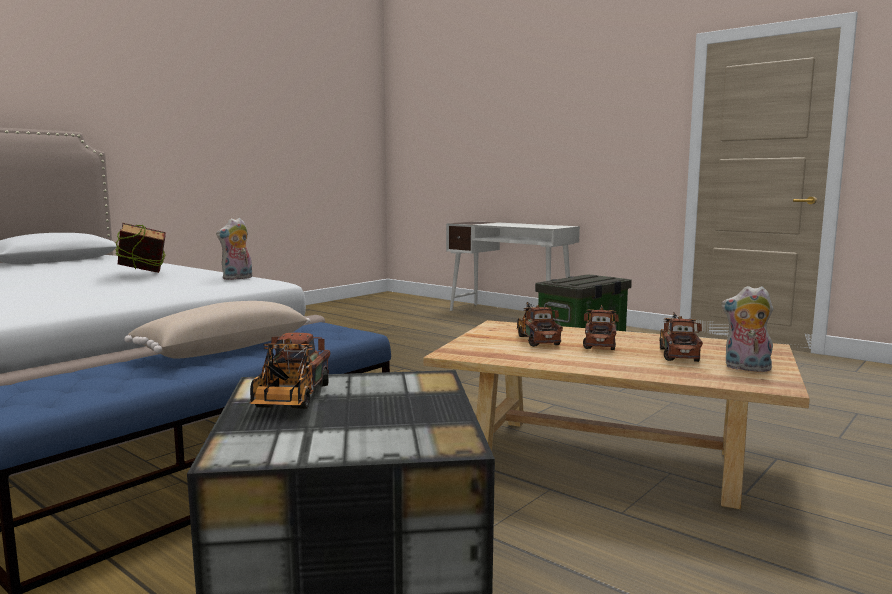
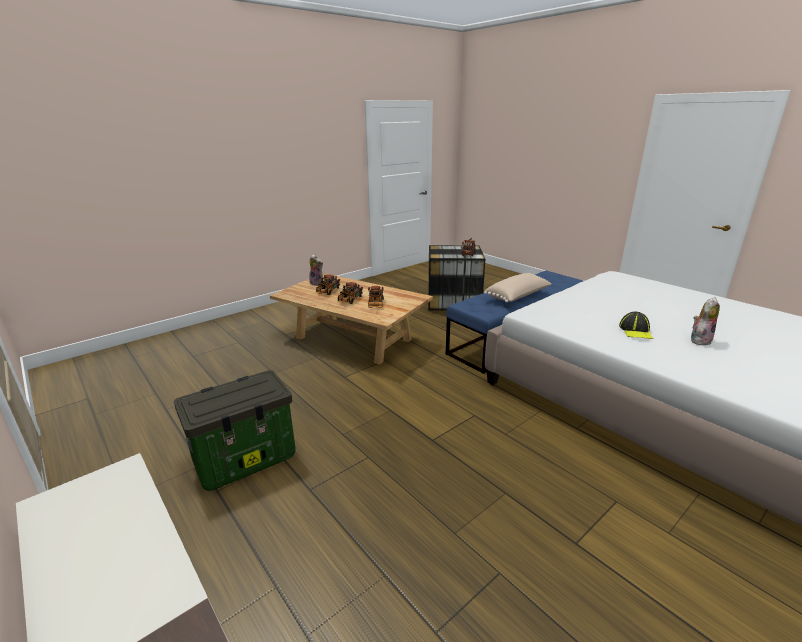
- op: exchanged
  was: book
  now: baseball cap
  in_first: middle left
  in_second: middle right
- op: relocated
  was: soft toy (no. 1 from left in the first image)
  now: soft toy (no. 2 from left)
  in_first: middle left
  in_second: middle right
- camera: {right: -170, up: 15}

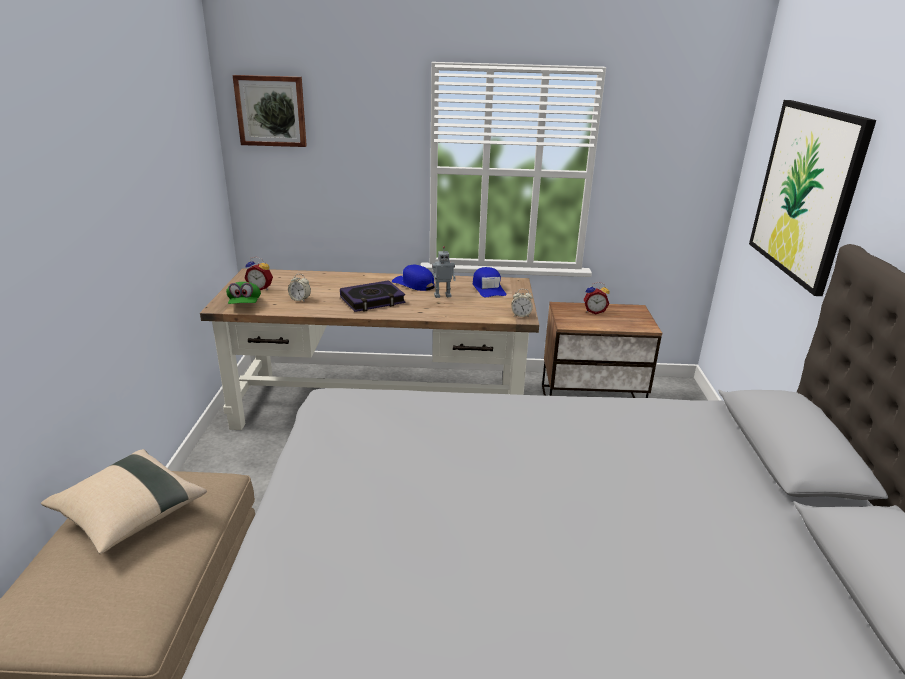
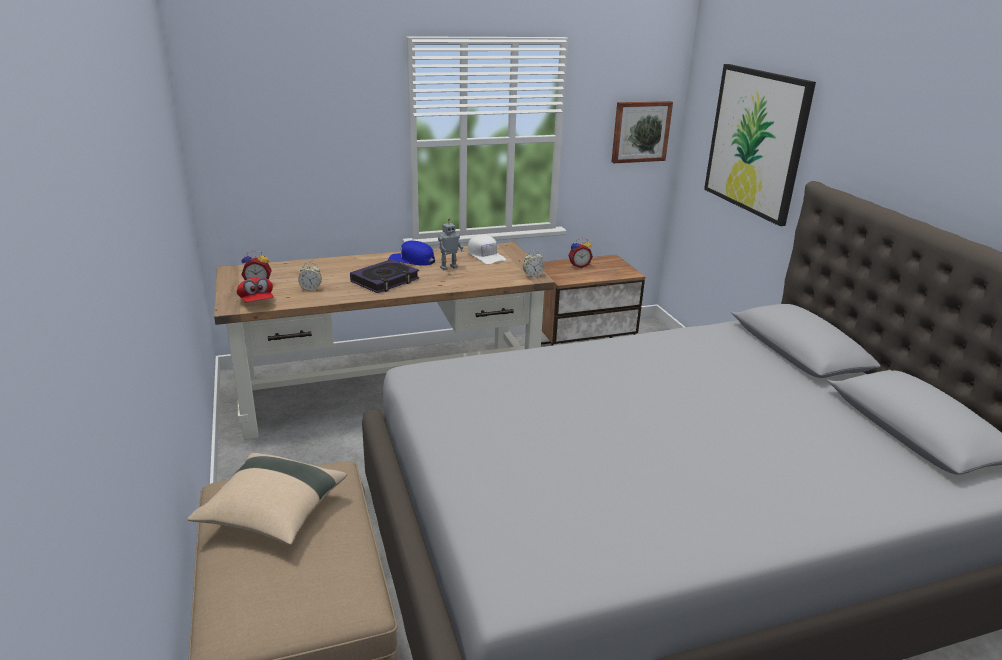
- op: colour
  was: baseball cap/green-coloured
  now: baseball cap/reddish
  in_first: middle left
  in_second: middle left
- op: relocated
  was: wall art (no. 1 from left)
  in_first: top left
  in_second: top centre
- op: colour
  was: baseball cap/blue (no. 2 from left)
  now: baseball cap/white
  in_first: centre
  in_second: centre
- camera: {right: -20, up: 0}

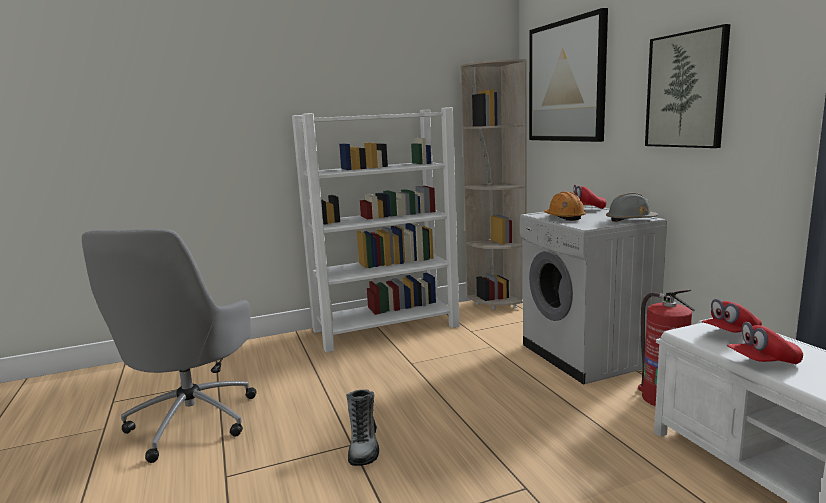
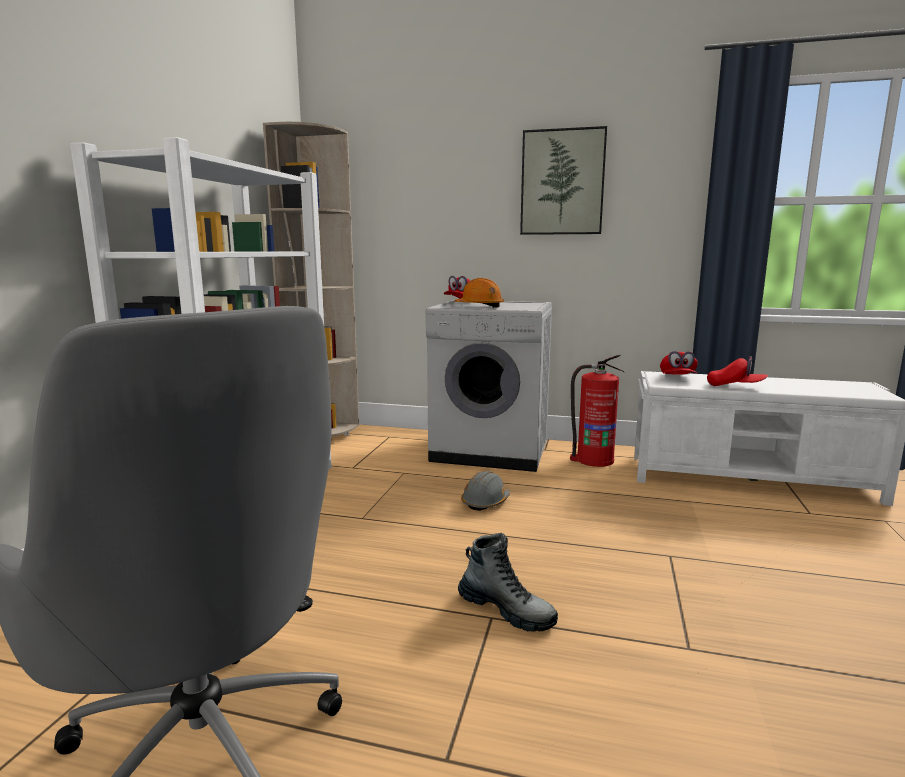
- op: missing
  was: wall art (no. 1 from left)
  in_first: top right
- op: relocated
  was: safety helmet/greyish
  in_first: middle right
  in_second: centre
- op: spun
  was: baseball cap/reddish (no. 3 from left)
  in_first: bottom right
  in_second: middle right
  clockwise: -90
- camera: {right: -55, up: 0}

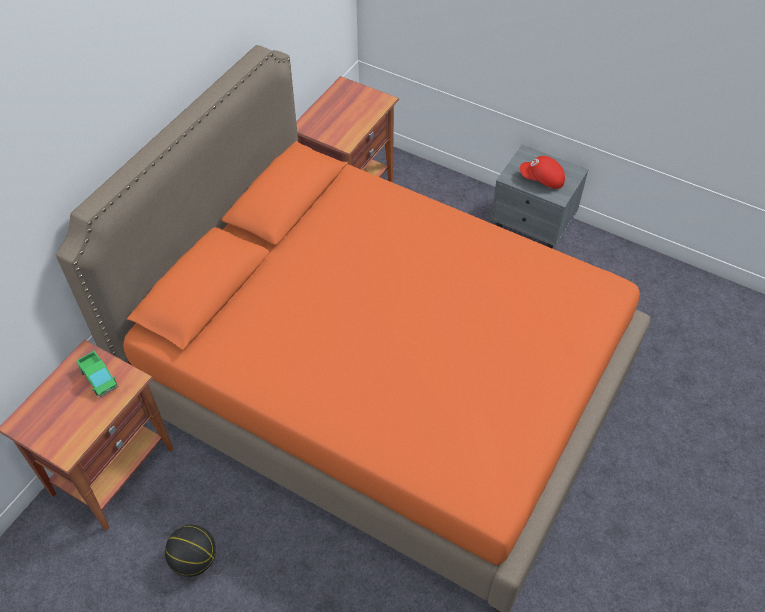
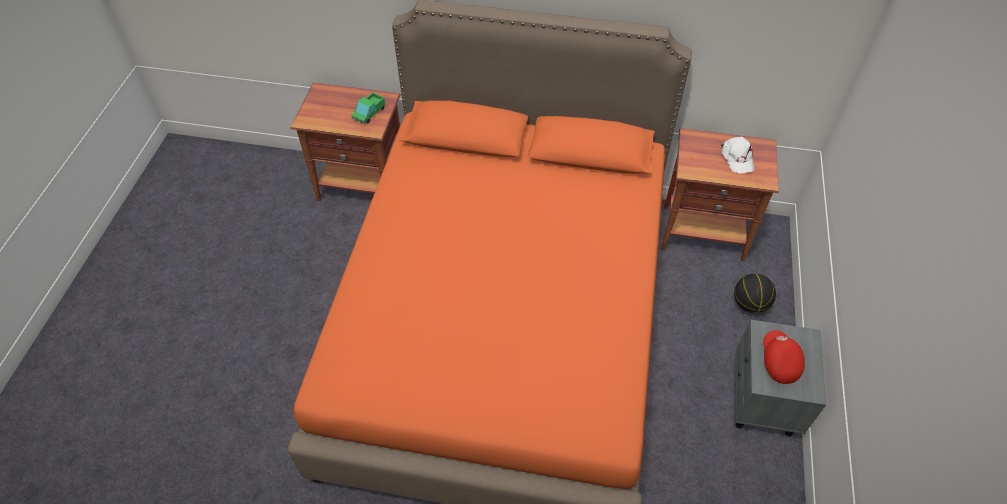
- op: relocated
  was: ball for basketball
  in_first: bottom left
  in_second: middle right
- op: appeared
  now: baseball cap/white
  in_second: top right
- camera: {right: 70, up: 0}

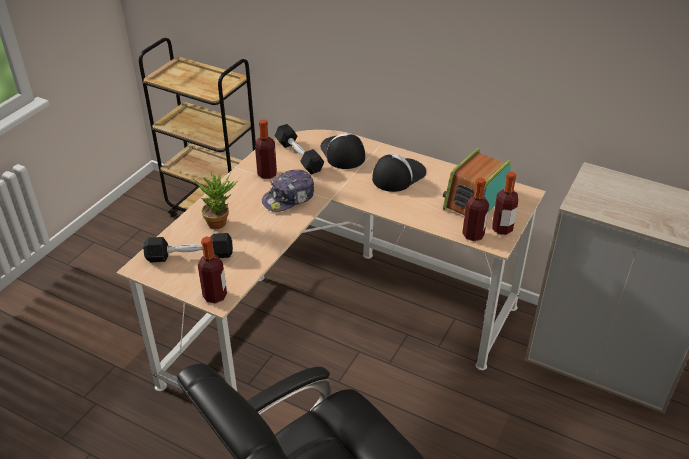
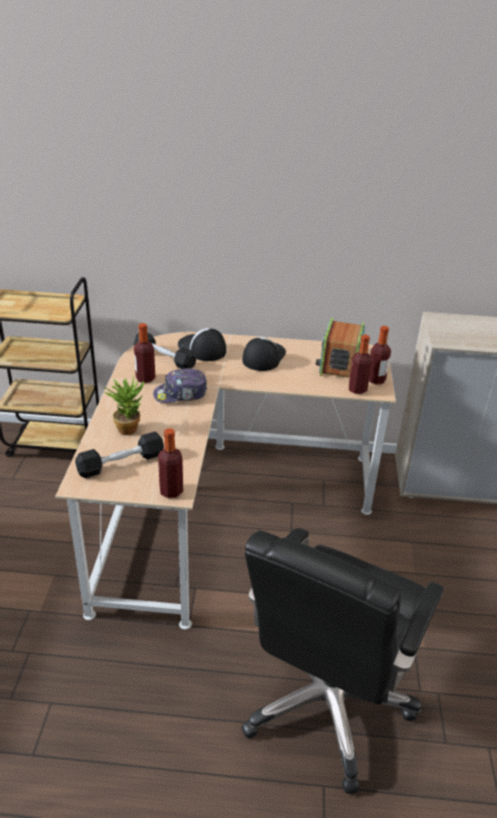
- op: spun
  was: baseball cap (no. 1 from left)
  in_first: centre
  in_second: centre
  clockwise: 45
- camera: {right: -25, up: -5}

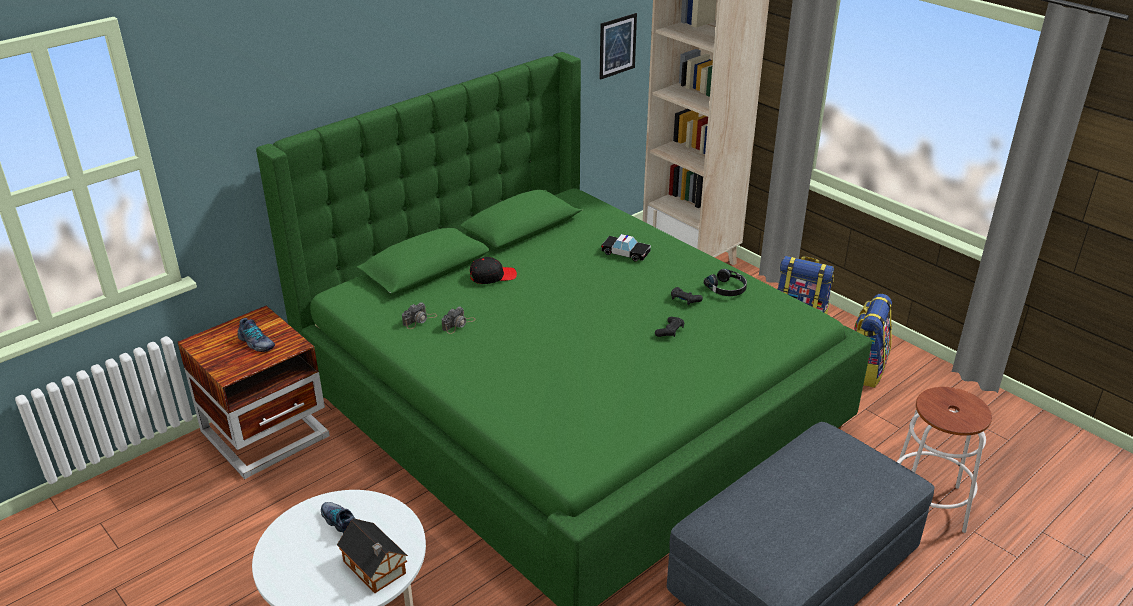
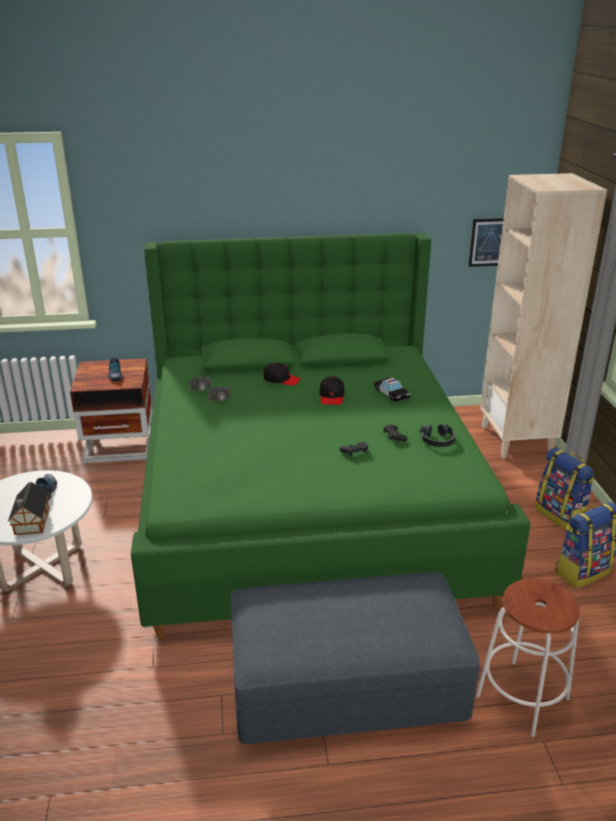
- op: appeared
  now: baseball cap/blackish (no. 2 from left)
  in_second: centre
- camera: {right: 35, up: -5}

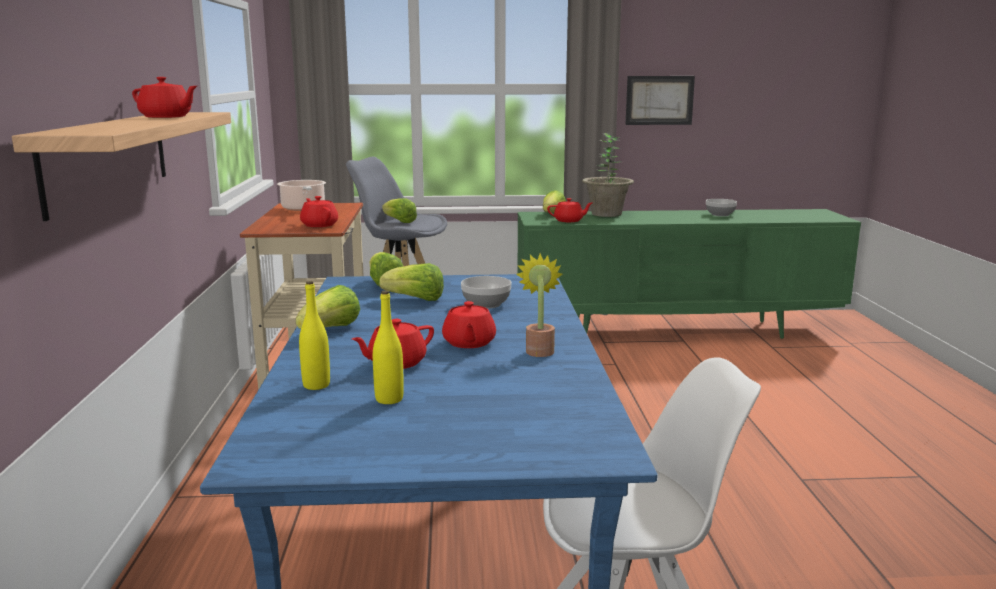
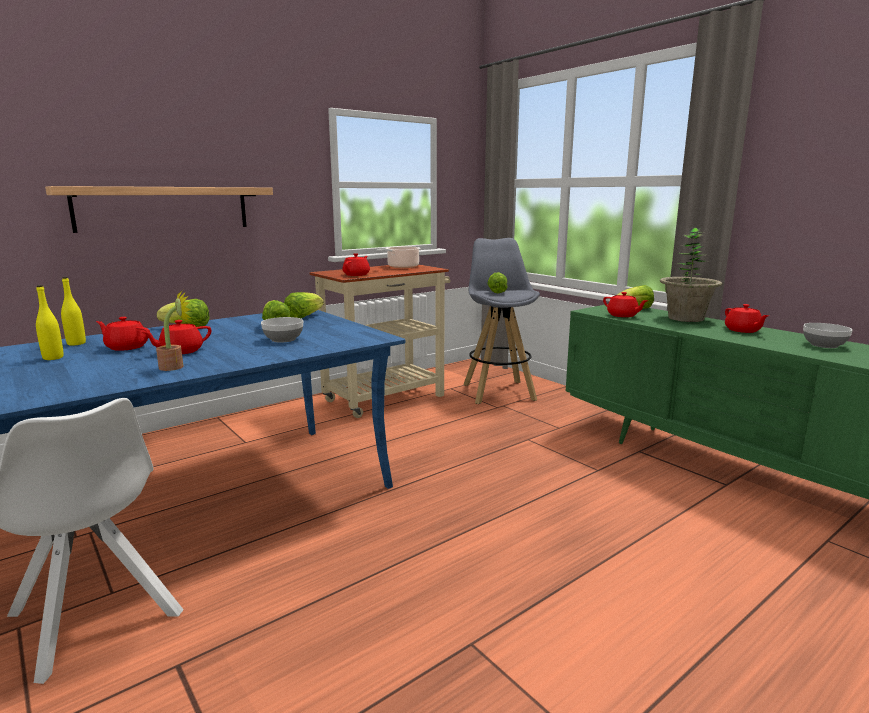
- op: relocated
  was: pot for tea/reddish (no. 1 from left in the first image)
  now: pot for tea/reddish (no. 5 from left)
  in_first: top left
  in_second: middle right
- op: missing
  was: wall art
  in_first: top centre
- camera: {right: 55, up: 0}

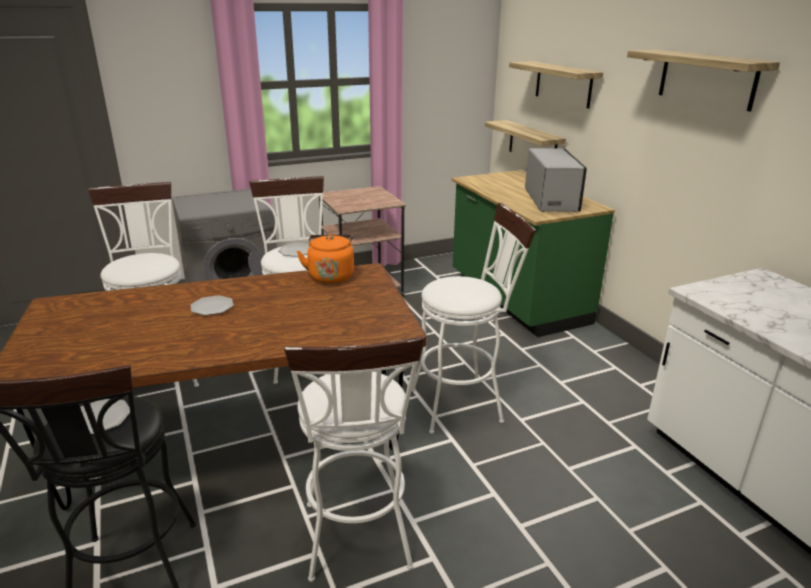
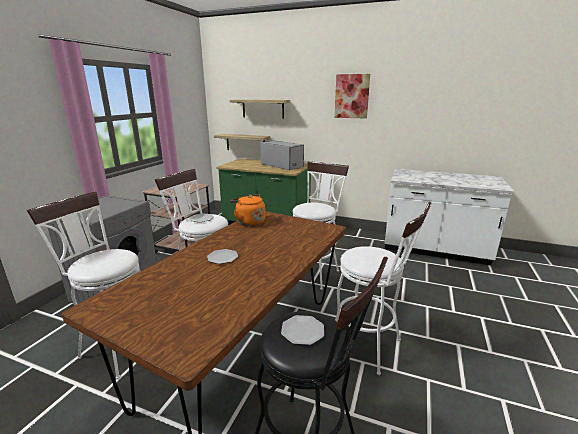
- op: exchanged
  was: bracket shelf (no. 3 from left)
  now: wall art
  in_first: top right
  in_second: top centre
- camera: {right: -45, up: -5}

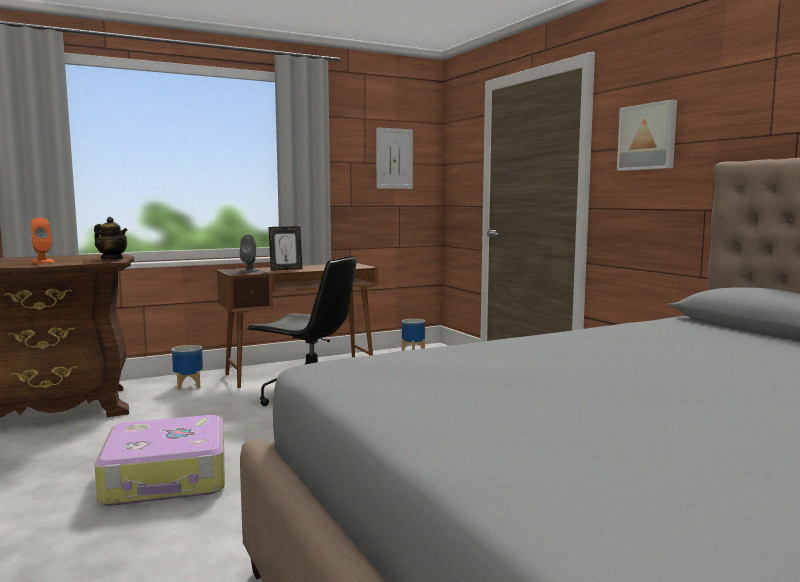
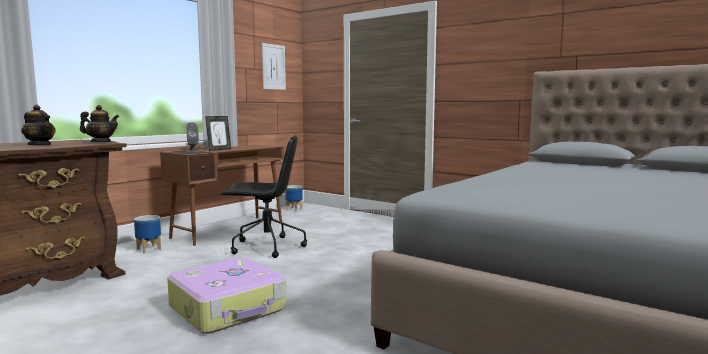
- op: exchanged
  was: loudspeaker/orange-coloured
  now: pot for tea (no. 1 from left)
  in_first: middle left
  in_second: middle left
- op: missing
  was: wall art (no. 2 from left)
  in_first: top right
- camera: {right: -25, up: 0}

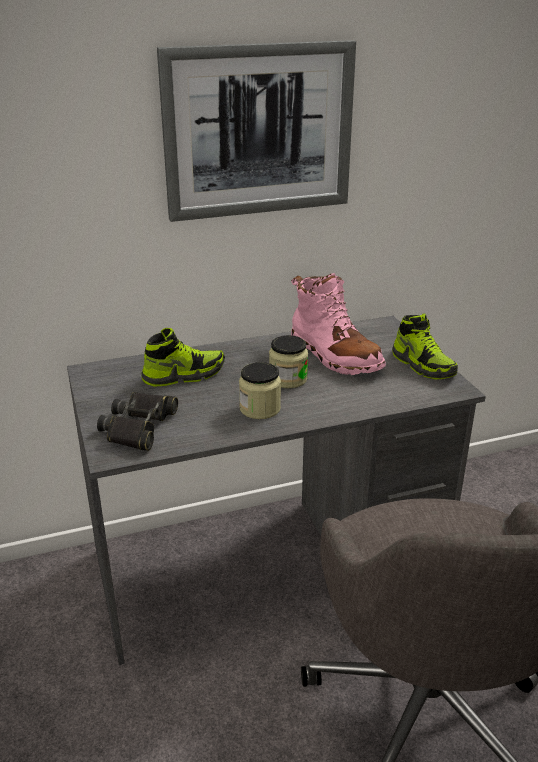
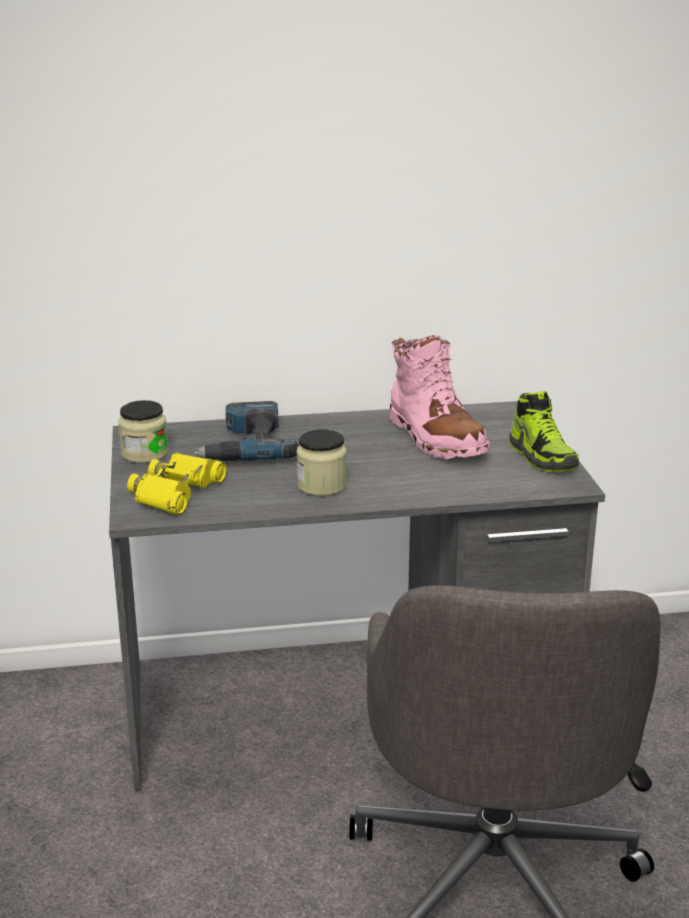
- op: colour
  was: pair of binoculars/blackish
  now: pair of binoculars/yellow-coloured
  in_first: middle left
  in_second: middle left
- op: exchanged
  was: low shoe (no. 1 from left)
  now: drill
  in_first: centre
  in_second: centre
- op: missing
  was: wall art
  in_first: top centre
- op: relocated
  was: storage jar (no. 2 from left in the first image)
  now: storage jar (no. 1 from left)
  in_first: centre
  in_second: middle left
- camera: {right: 10, up: -5}

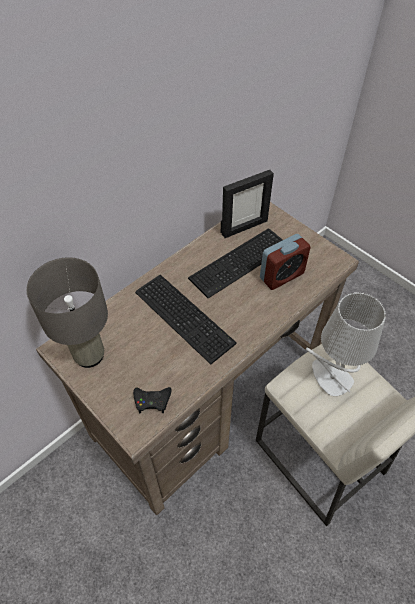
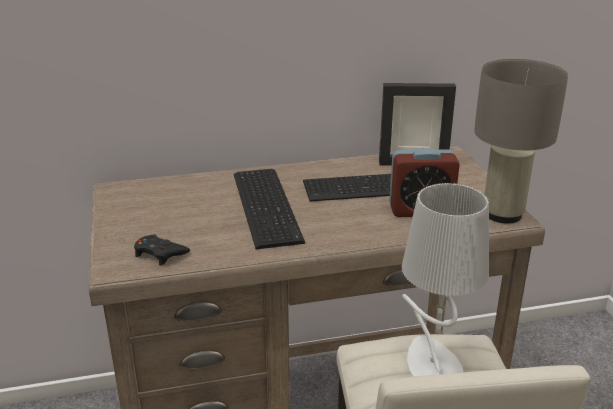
- op: relocated
  was: table lamp/greyish (no. 1 from left in the first image)
  now: table lamp/greyish (no. 2 from left)
  in_first: middle left
  in_second: middle right
- camera: {right: 30, up: -25}

